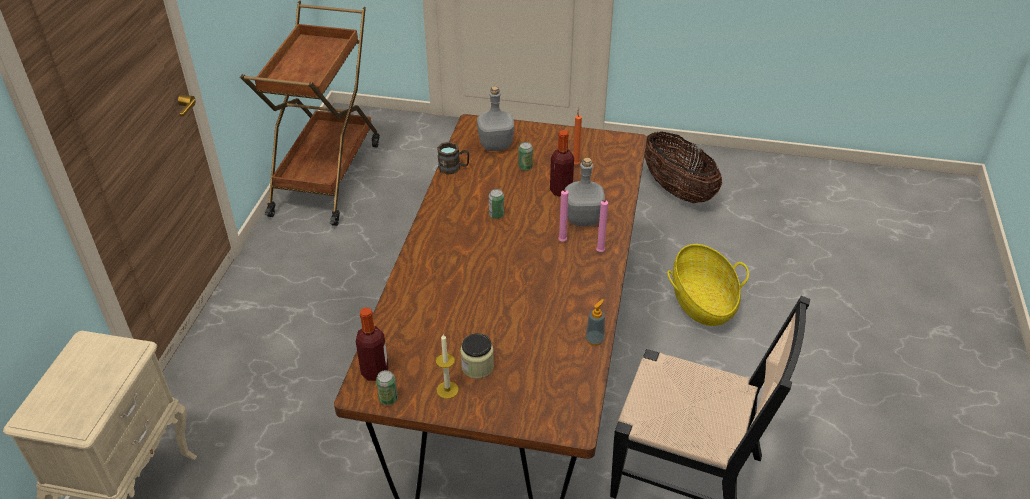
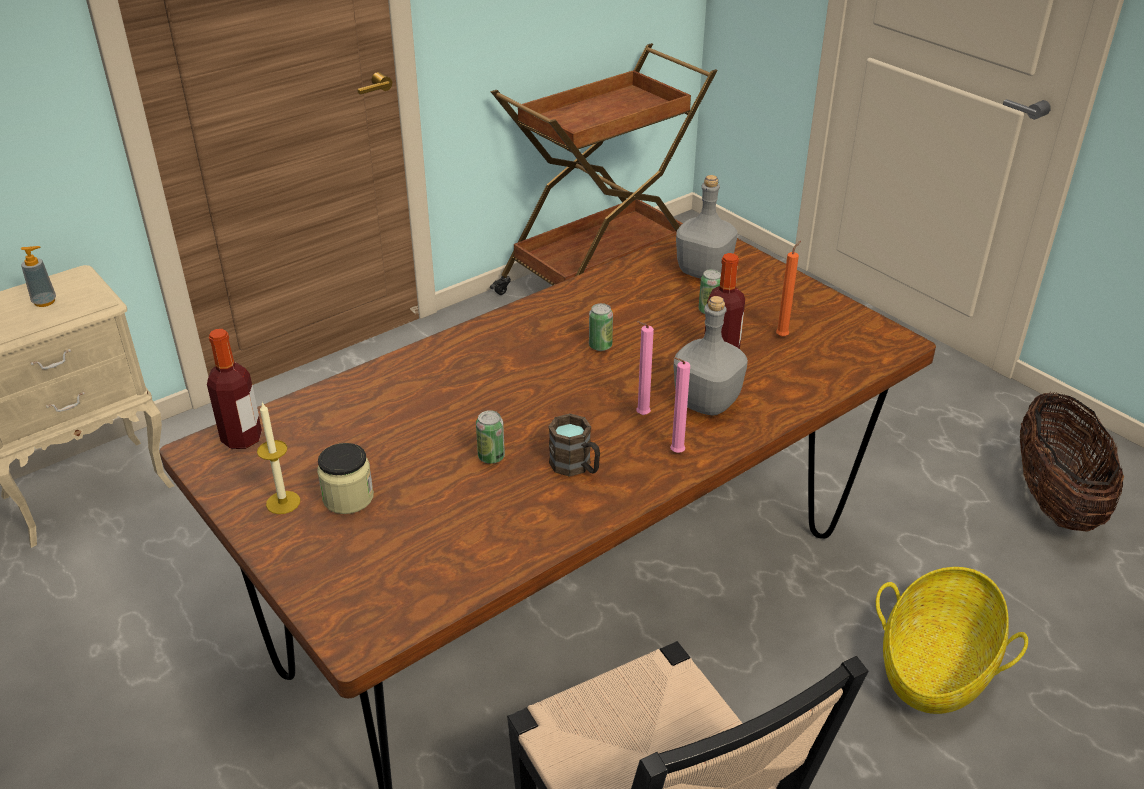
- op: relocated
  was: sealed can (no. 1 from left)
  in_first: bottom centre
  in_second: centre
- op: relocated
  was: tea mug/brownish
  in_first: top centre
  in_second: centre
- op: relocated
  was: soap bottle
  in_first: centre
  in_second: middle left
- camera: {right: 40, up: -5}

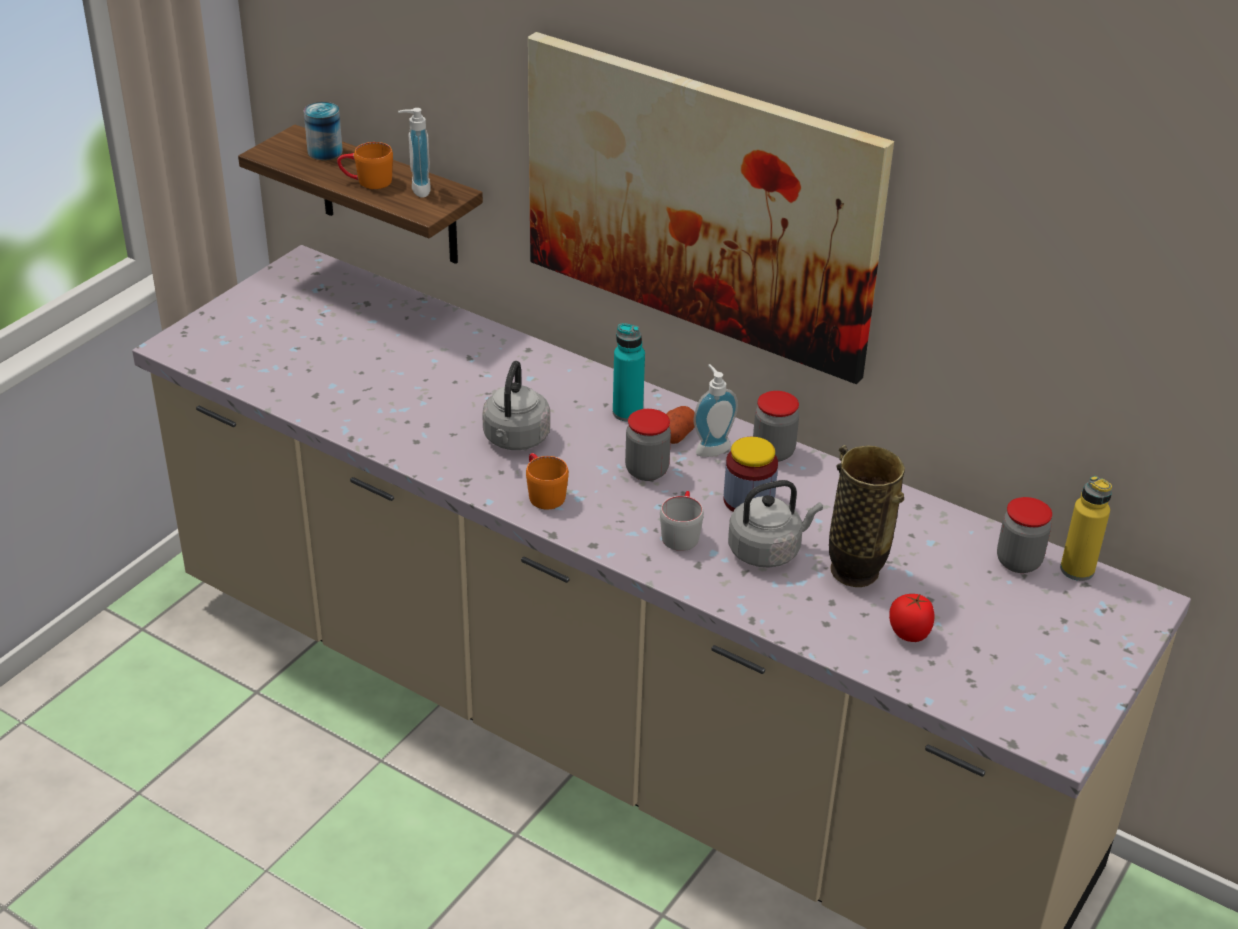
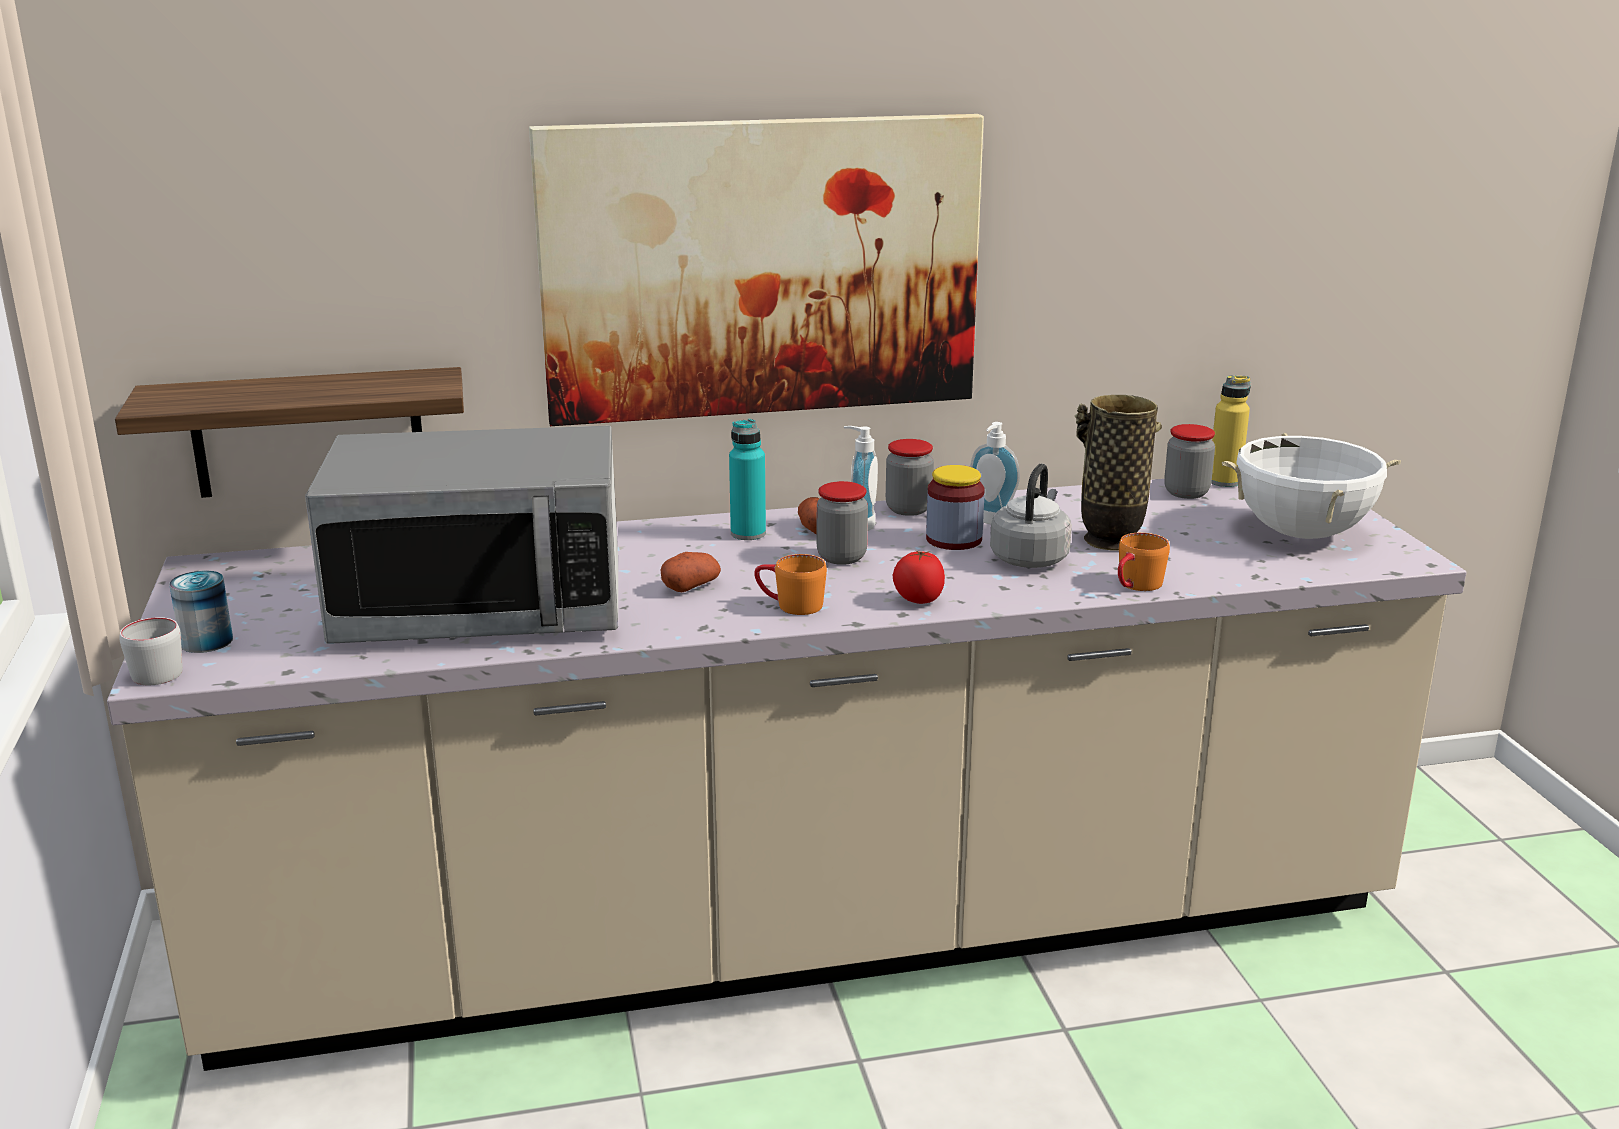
- op: relocated
  was: sealed can
  in_first: top left
  in_second: middle left
- op: relocated
  was: tea mug/orange-coloured (no. 1 from left in the first image)
  now: tea mug/orange-coloured (no. 2 from left)
  in_first: top left
  in_second: middle right
- op: relocated
  was: soap bottle (no. 1 from left in the first image)
  now: soap bottle (no. 2 from left)
  in_first: top centre
  in_second: centre
- op: exchanged
  was: tea kettle/greyish (no. 1 from left)
  now: spud (no. 1 from left)
  in_first: centre
  in_second: centre
- op: relocated
  was: tea mug/greyish
  in_first: centre
  in_second: middle left
- op: relocated
  was: whole tomato
  in_first: middle right
  in_second: centre
- op: appeared
  now: microwave oven
  in_second: middle left
- op: appeared
  now: cooking pot/white
  in_second: middle right
- camera: {right: -45, up: -15}

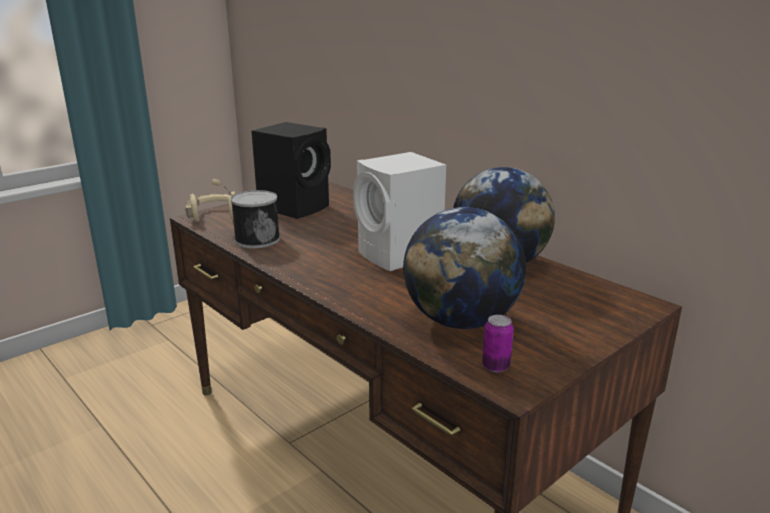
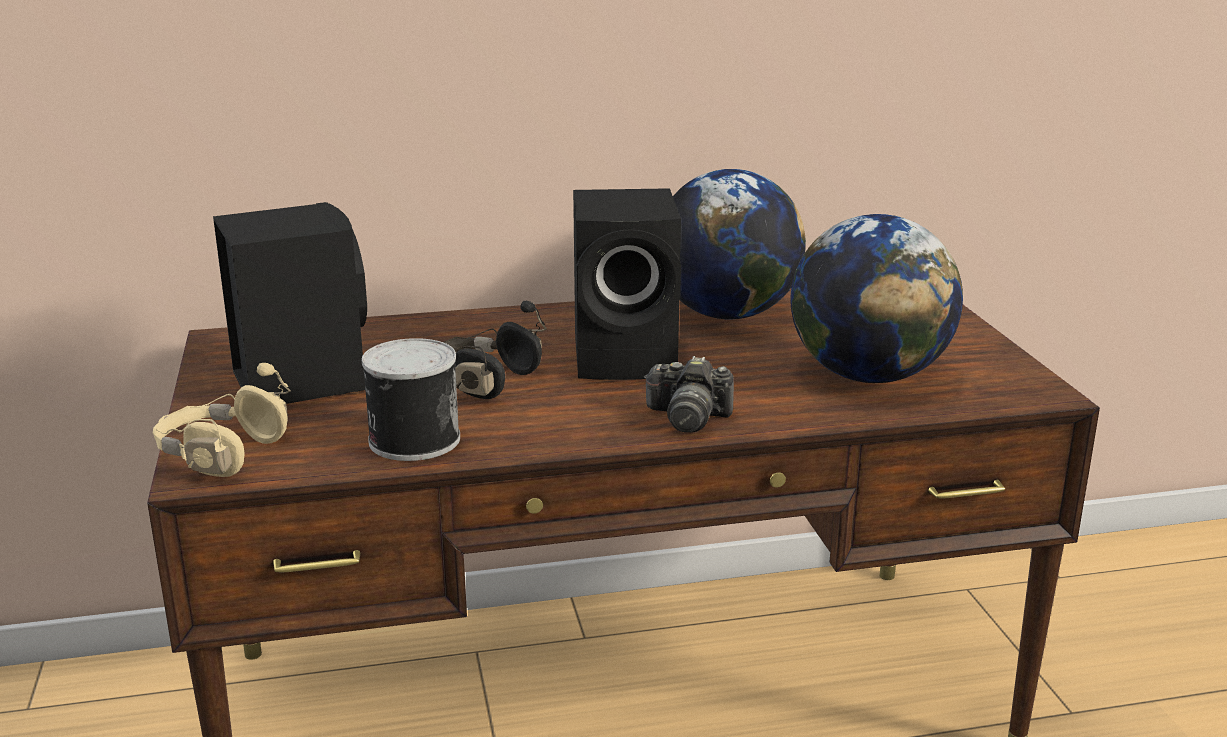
- op: colour
  was: loudspeaker/white
  now: loudspeaker/blackish (no. 2 from left)
  in_first: centre
  in_second: centre
- op: missing
  was: sealed can (no. 2 from left)
  in_first: bottom centre
- op: appeared
  now: pair of headphones/blackish
  in_second: centre
- op: appeared
  now: photo camera
  in_second: centre
- camera: {right: -60, up: 0}

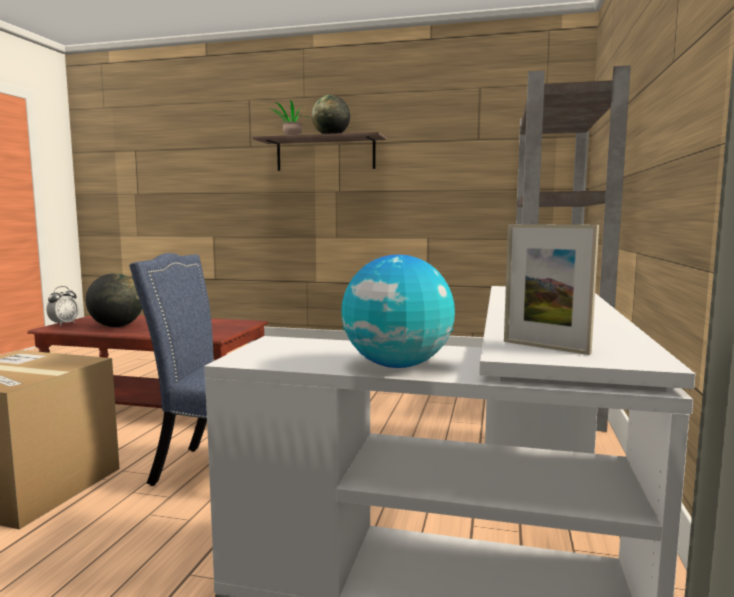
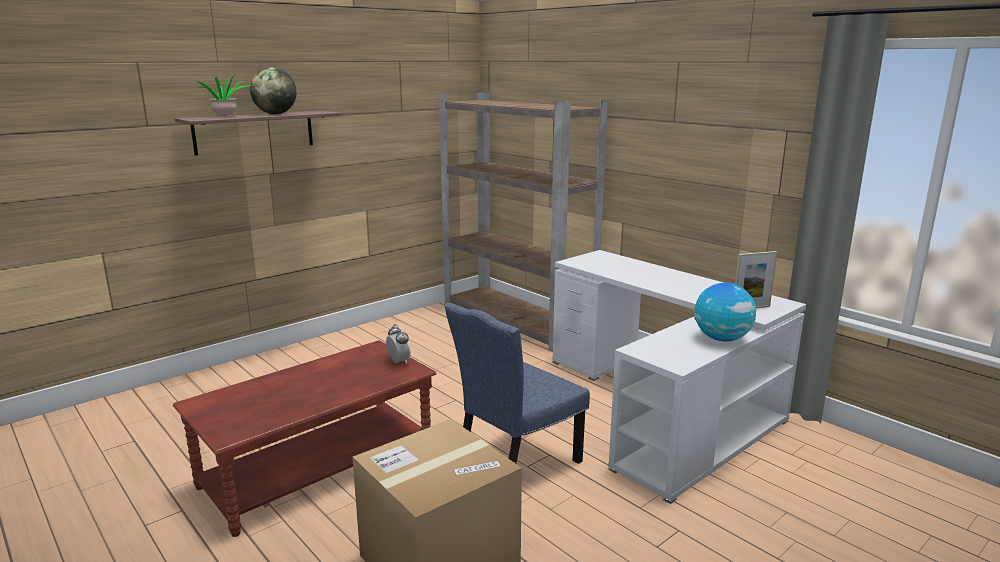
- op: relocated
  was: table clock
  in_first: middle left
  in_second: centre
- op: missing
  was: desk globe (no. 1 from left)
  in_first: middle left
- camera: {right: -55, up: 10}

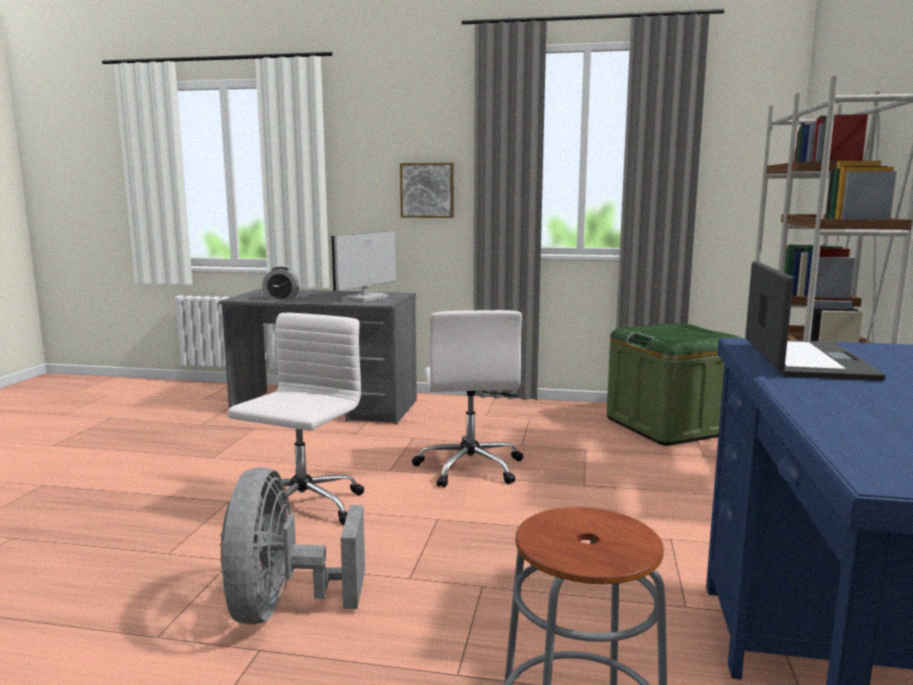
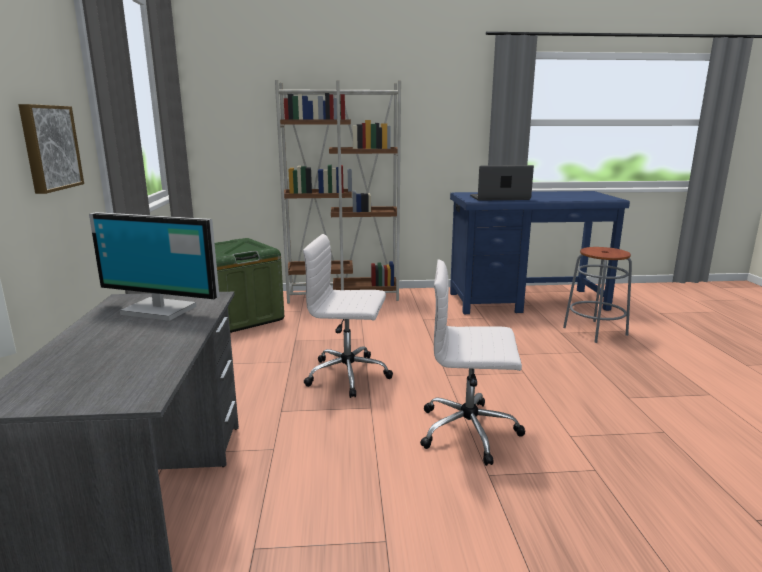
- op: missing
  was: electric fan/greyish
  in_first: bottom left
- op: missing
  was: table clock
  in_first: middle left
- op: spun
  was: computer chair/white (no. 2 from left in the first image)
  in_first: centre
  in_second: centre
  clockwise: -150
- camera: {right: -105, up: 5}

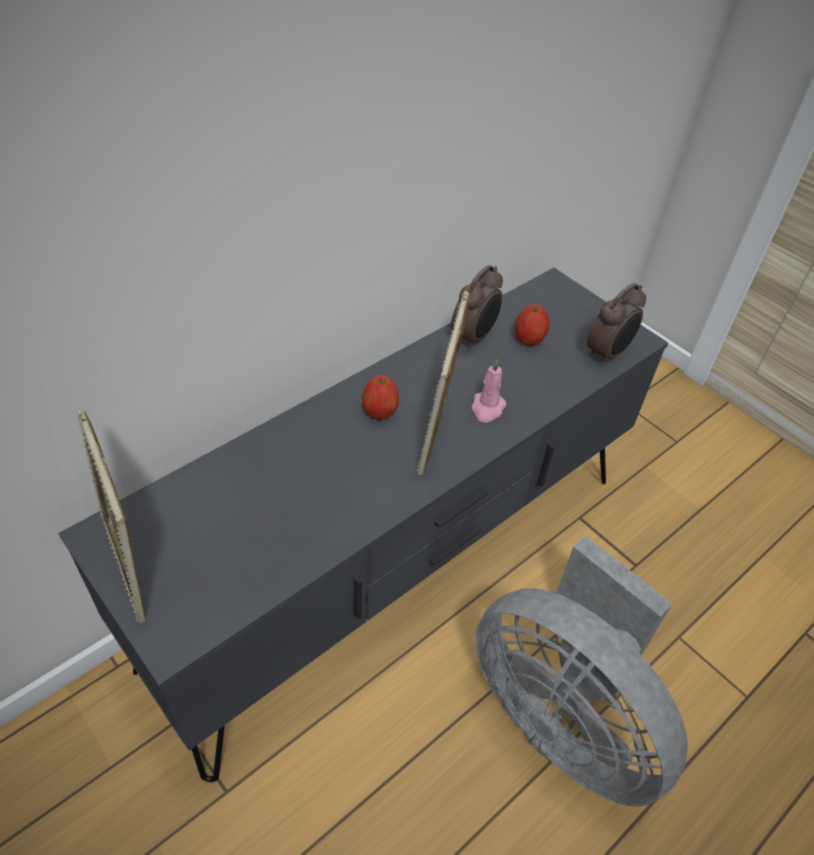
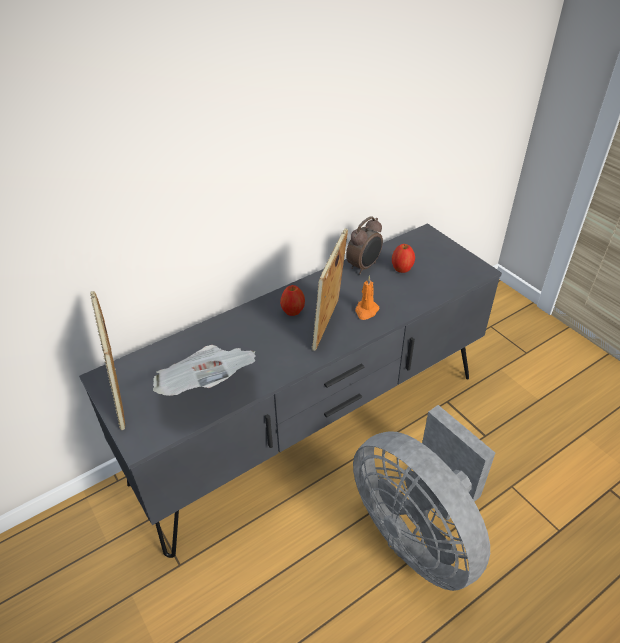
- op: colour
  was: candle/pink-coloured
  now: candle/orange-coloured
  in_first: centre
  in_second: centre
- op: missing
  was: table clock (no. 2 from left)
  in_first: middle right
- op: appeared
  now: daily paper
  in_second: middle left
- camera: {right: 10, up: -5}

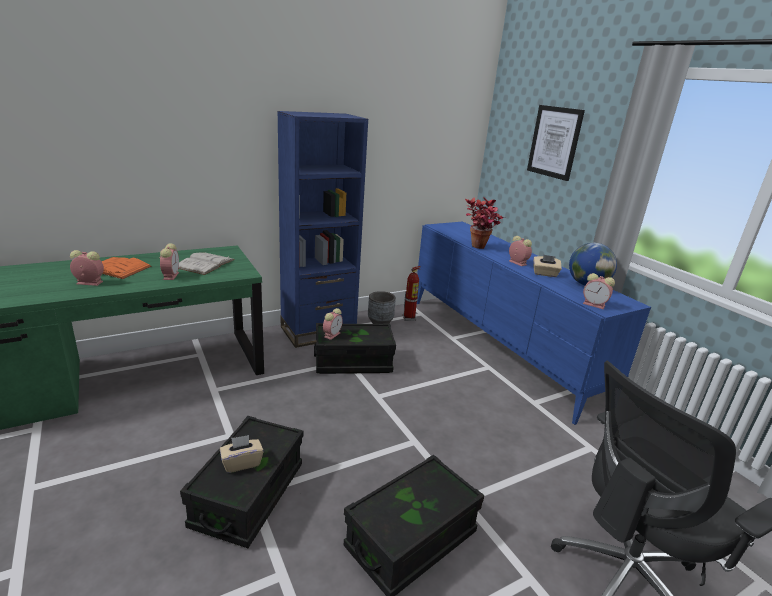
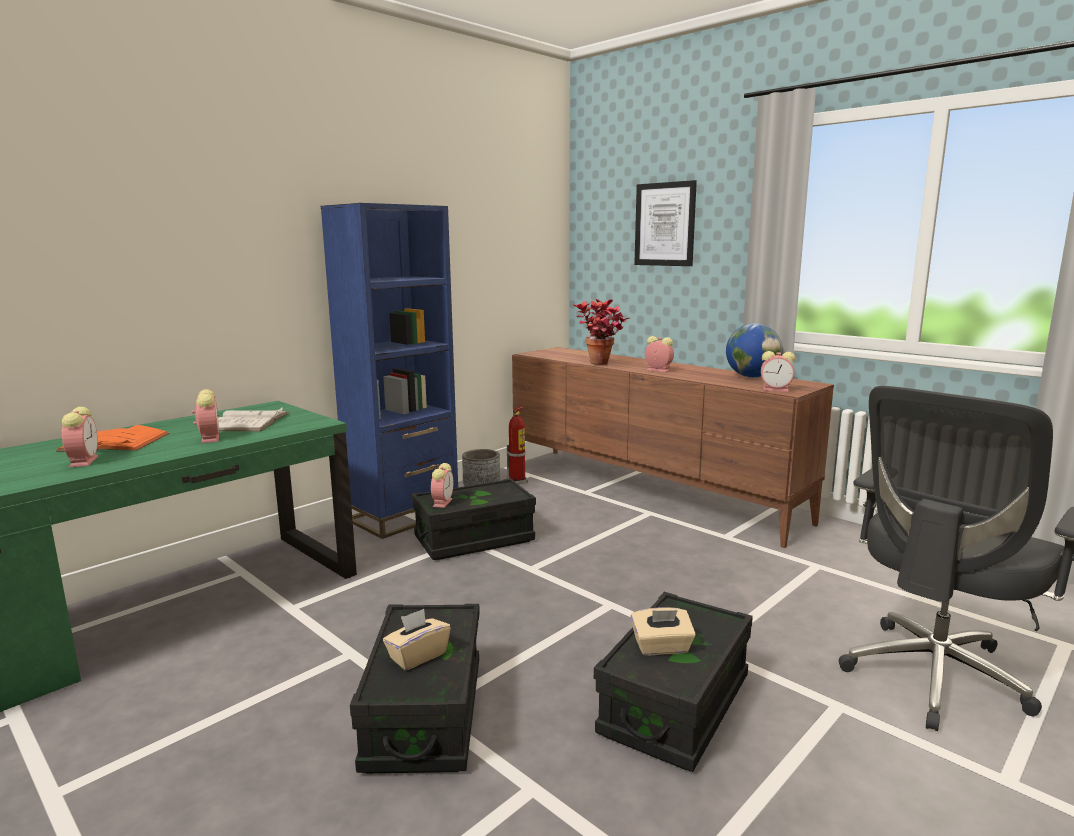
- op: spun
  was: table clock (no. 1 from left)
  in_first: middle left
  in_second: middle left
  clockwise: 90
- op: colour
  was: storage cabinet/blue
  now: storage cabinet/brownish
  in_first: middle right
  in_second: centre
- op: relocated
  was: box of tissues/beige (no. 2 from left)
  in_first: middle right
  in_second: bottom centre
- camera: {right: -15, up: -10}

